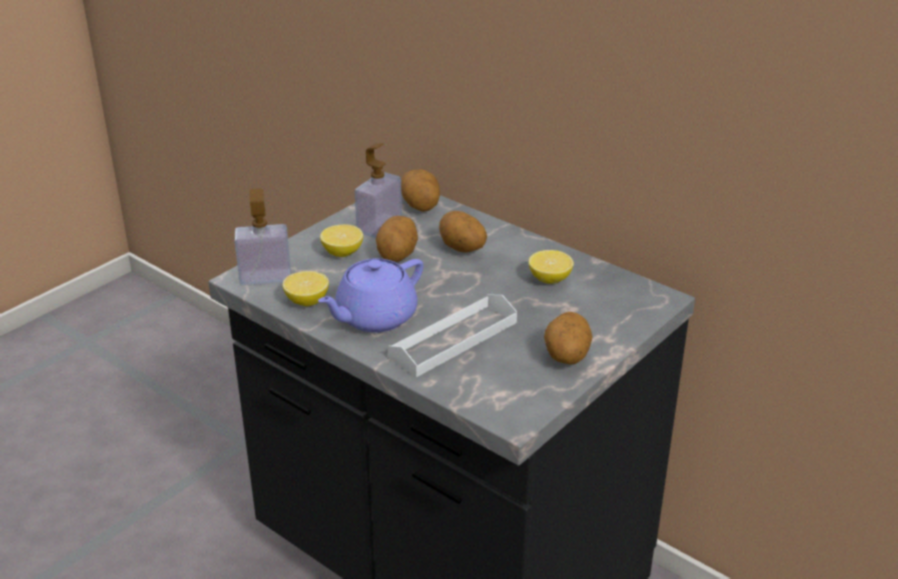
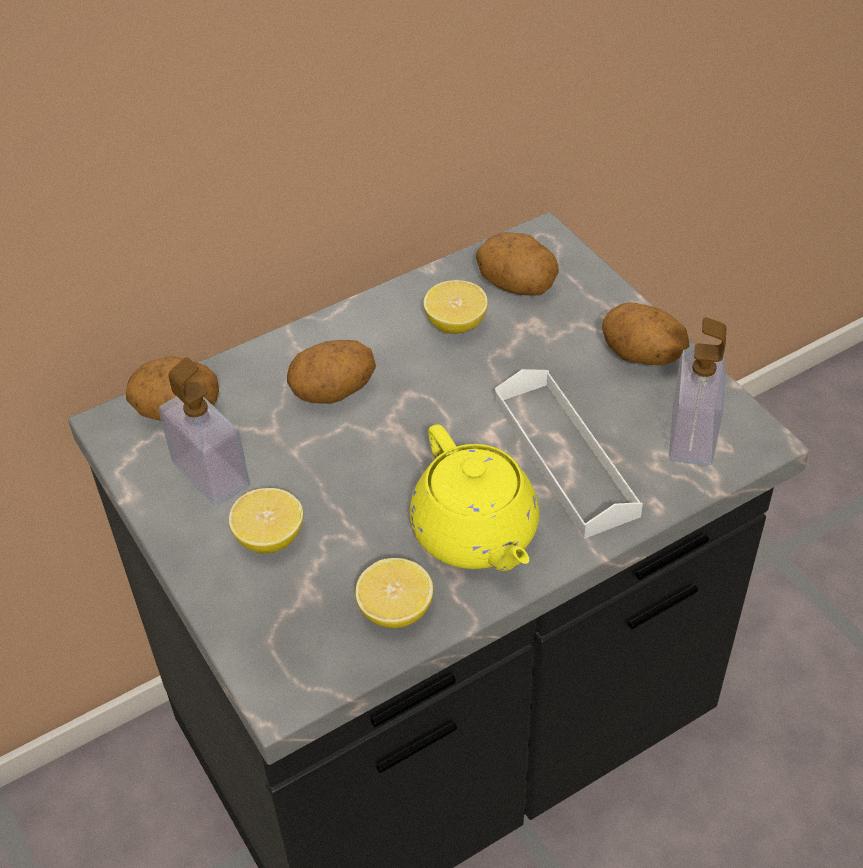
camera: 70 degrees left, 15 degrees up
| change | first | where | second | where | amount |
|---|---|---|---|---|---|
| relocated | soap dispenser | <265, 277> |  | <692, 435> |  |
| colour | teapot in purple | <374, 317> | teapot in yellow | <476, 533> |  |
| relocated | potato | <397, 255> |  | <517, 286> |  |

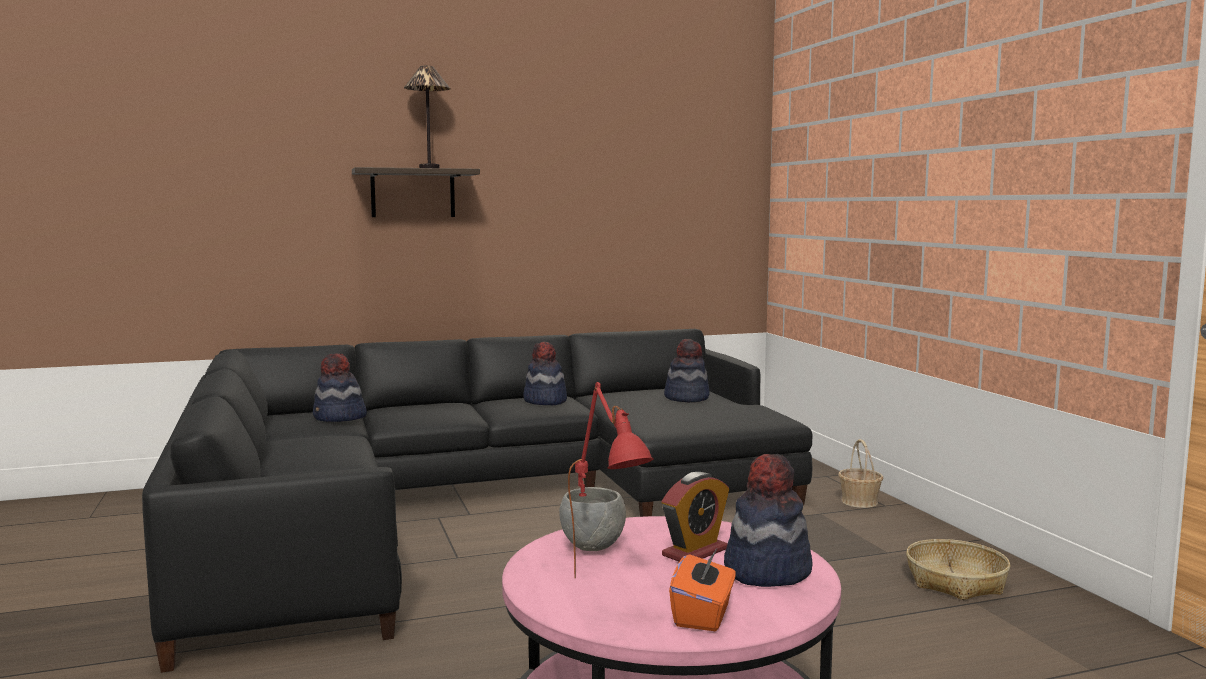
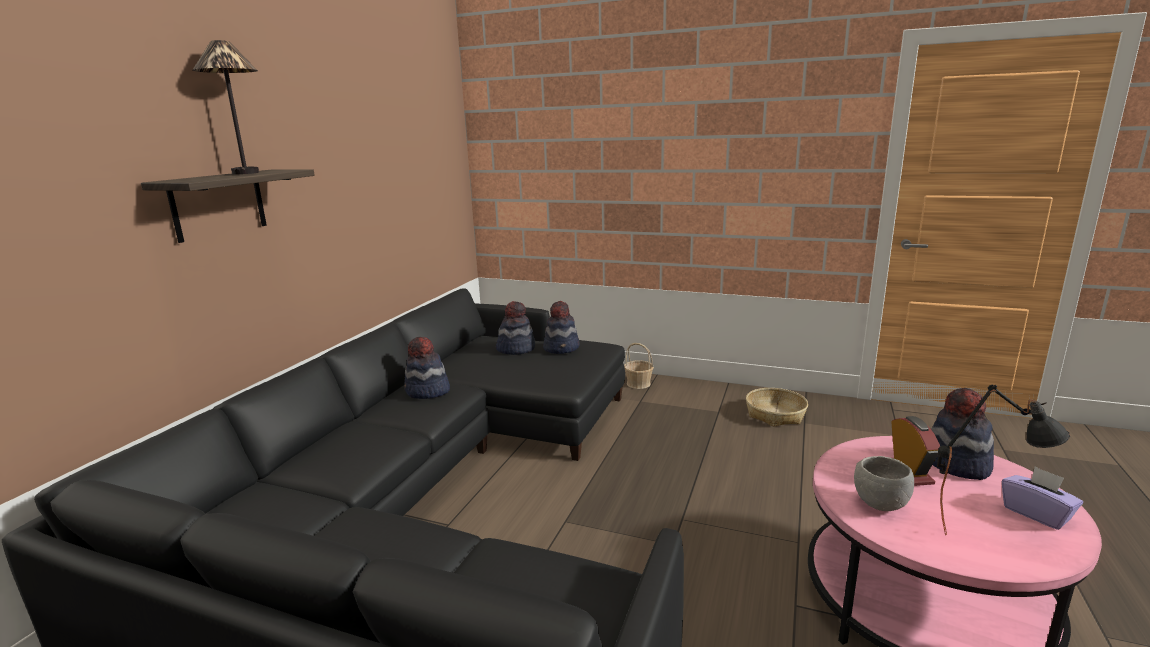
camera: 50 degrees left, 10 degrees up
| change | first | where | second | where | amount |
|---|---|---|---|---|---|
| relocated | hat | <339, 418> |  | <562, 348> |  |
| colour | table lamp in red | <608, 592> | table lamp in black | <981, 532> |  |
| colour | tissue box in orange | <703, 615> | tissue box in purple | <1036, 513> |  |

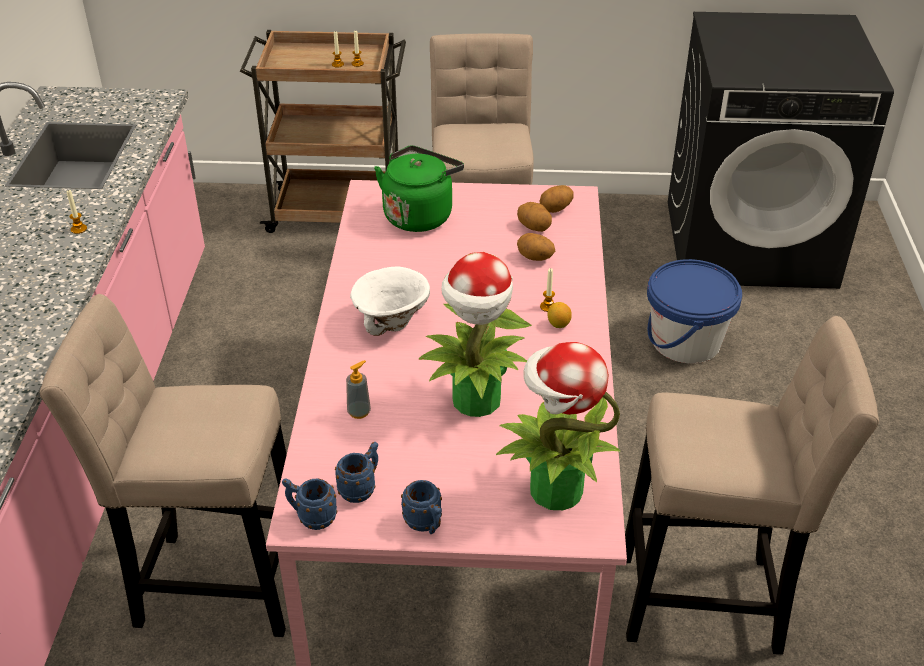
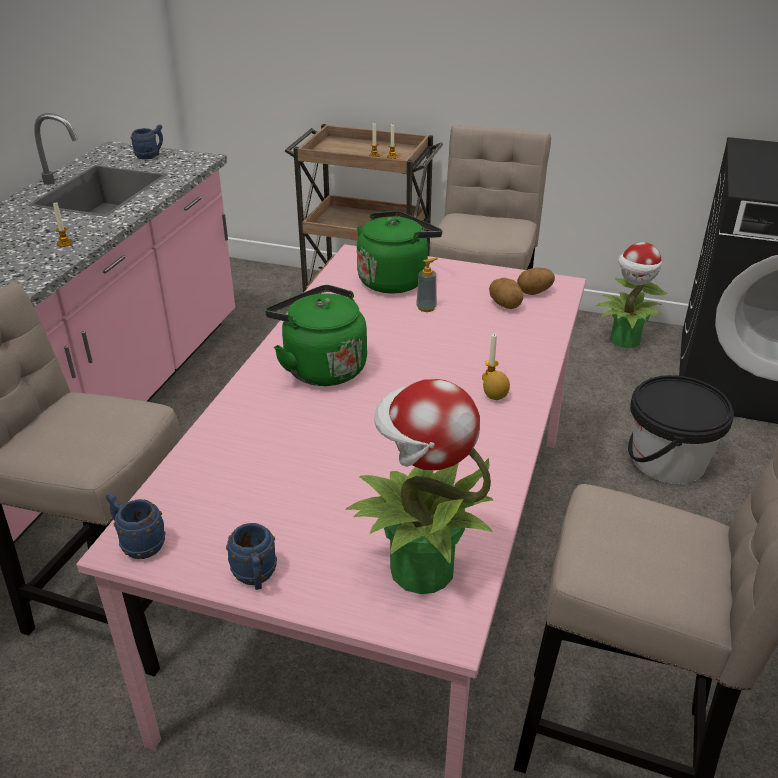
camera: 15 degrees right, 5 degrees down
| change | first | where | second | where | amount |
|---|---|---|---|---|---|
| relocated | mug in blue | <361, 488> |  | <150, 156> |  |
| relocated | soap dispenser | <359, 412> |  | <426, 308> |  |
| exchanged | bowl in white | <391, 322> | kettle in green | <321, 367> |  |
| relocated | potted plant | <476, 401> |  | <625, 340> |  |
| missing | potato | <535, 258> |  |  |  |
| colour | bucket in blue | <685, 341> | bucket in black | <668, 460> |  |

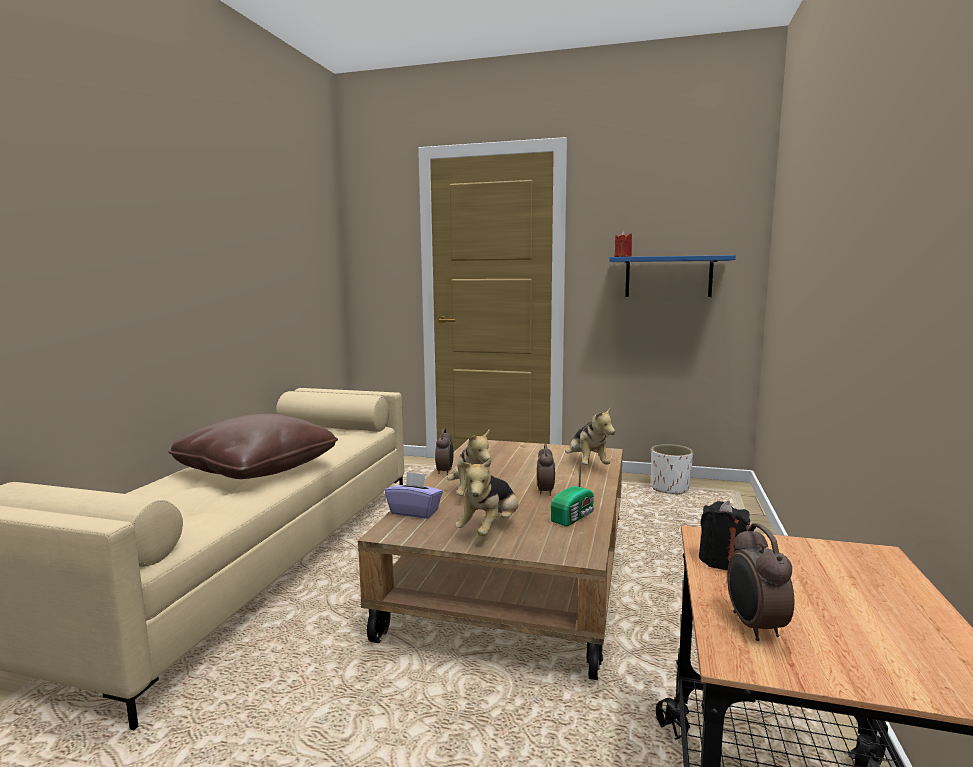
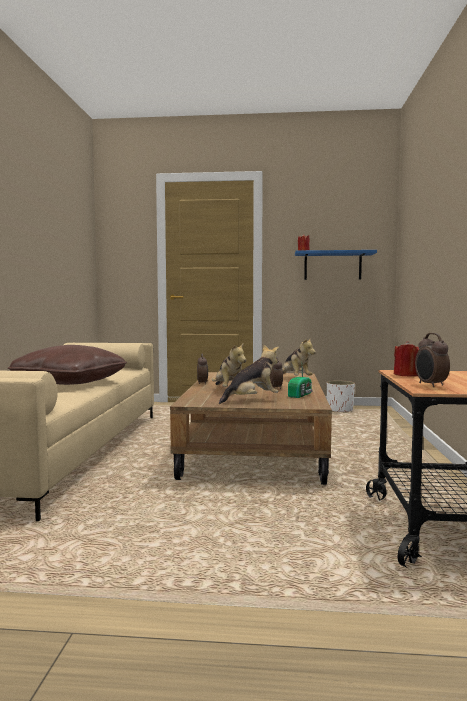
camera: 10 degrees left, 5 degrees down
| change | first | where | second | where | amount |
|---|---|---|---|---|---|
| missing | tissue box in purple | <415, 512> |  |  |  |
| spun | plush toy | <490, 529> |  | <252, 400> | 135 degrees counterclockwise |
| colour | candle in black | <721, 560> | candle in red | <405, 375> |  |

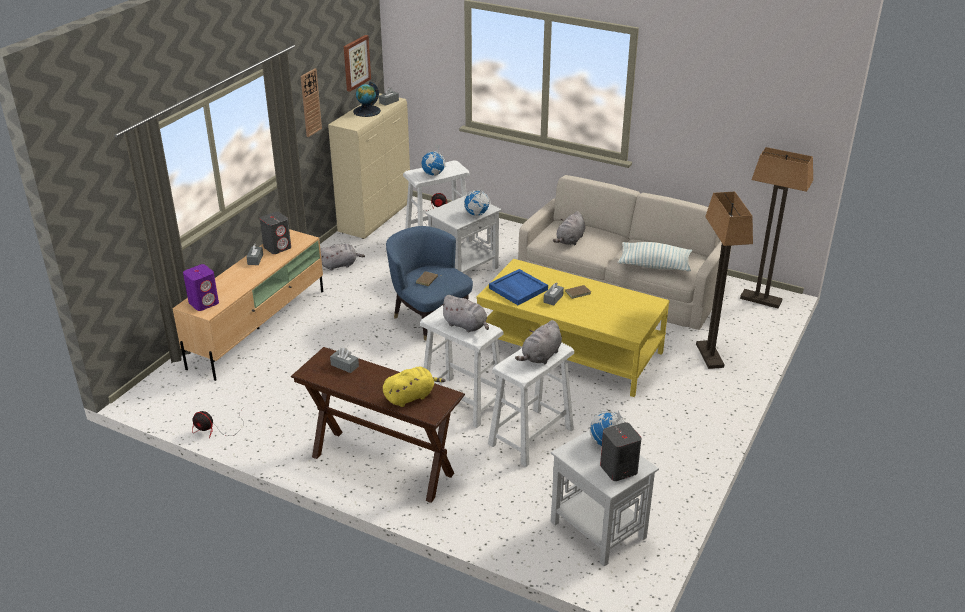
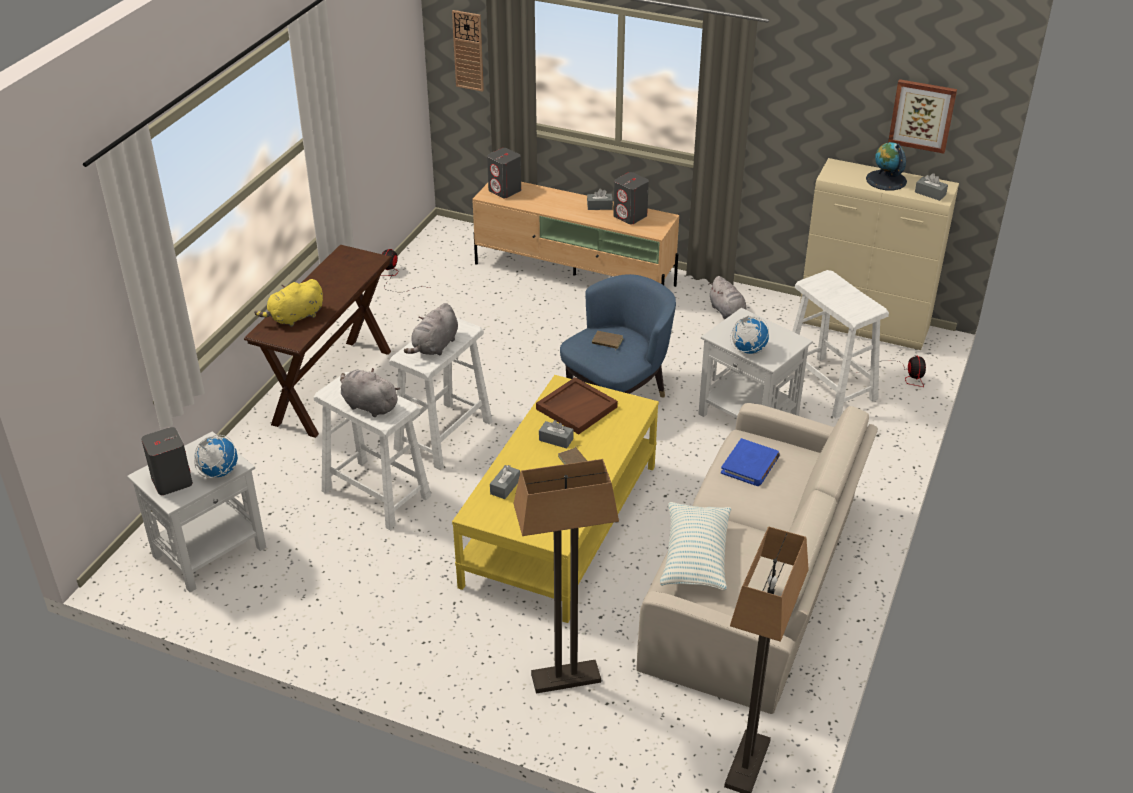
camera: 85 degrees right, 5 degrees up
| change | first | where | second | where | amount |
|---|---|---|---|---|---|
| colour | speaker in purple | <204, 303> | speaker in grey | <505, 190> |  |
| relocated | wall clock | <310, 102> |  | <468, 50> |  |
| relocated | tissue box in grey | <344, 365> |  | <505, 487> |  |
| spun | plush toy in yellow | <411, 397> |  | <295, 318> | 90 degrees clockwise |
| missing | globe | <434, 174> |  |  |  |
| colour | tray in blue | <517, 289> | tray in brown | <576, 407> |  |
| exchanged | plush toy in grey | <570, 240> | book in blue | <750, 465> |  |

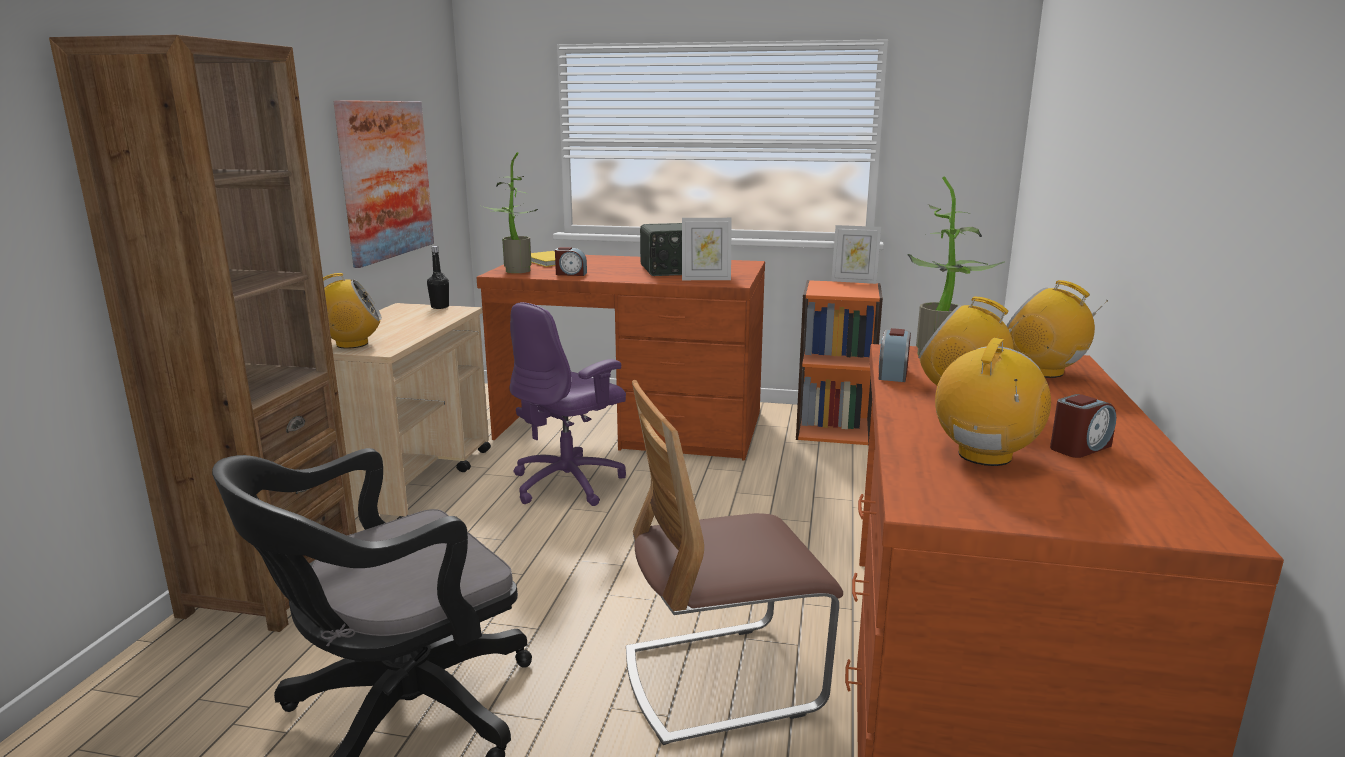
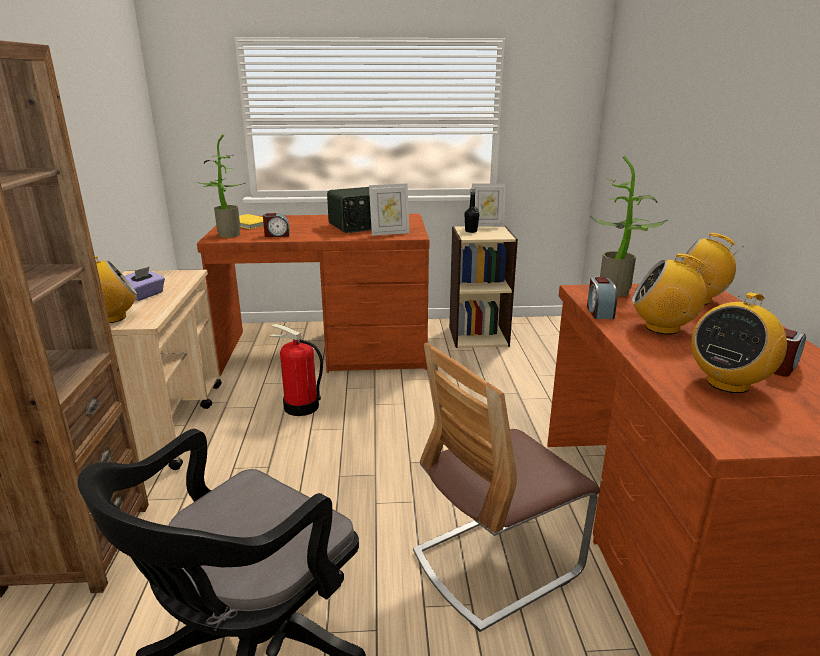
camera: 15 degrees left, 5 degrees up
| change | first | where | second | where | amount |
|---|---|---|---|---|---|
| missing | picture | <386, 180> |  |  |  |
| relocated | bottle in black | <440, 307> |  | <471, 231> |  |
| exchanged | office chair in purple | <569, 483> | fire extinguisher | <300, 407> |  |
| colour | bookcase in orange | <833, 429> | bookcase in beige | <478, 336> |  |
| spun | radio | <984, 456> |  | <727, 383> | 150 degrees counterclockwise |
| appeared |  |  | tissue box in purple | <145, 295> |  |

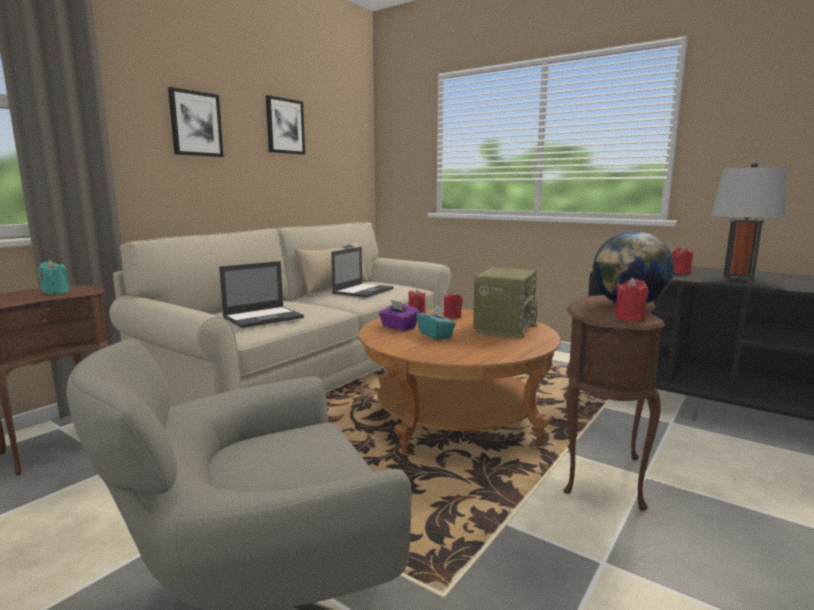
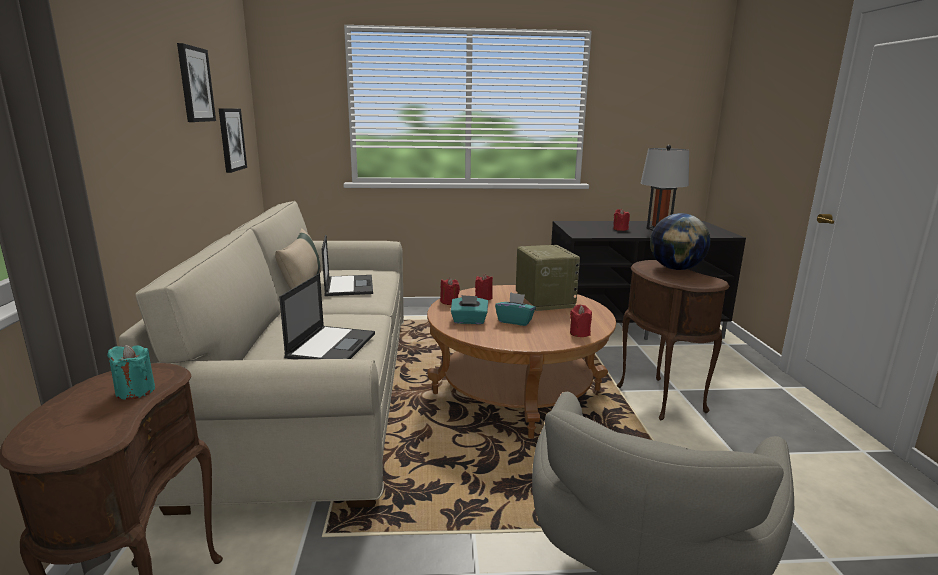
camera: 40 degrees left, 5 degrees up
| change | first | where | second | where | amount |
|---|---|---|---|---|---|
| relocated | picture | <195, 124> |  | <231, 139> |  |
| colour | tissue box in purple | <398, 327> | tissue box in turquoise | <469, 321> |  |
| relocated | candle in red | <629, 318> |  | <579, 333> |  |

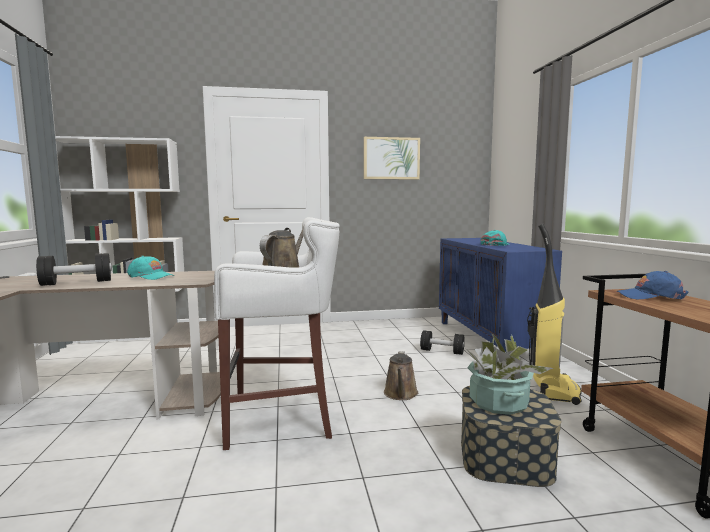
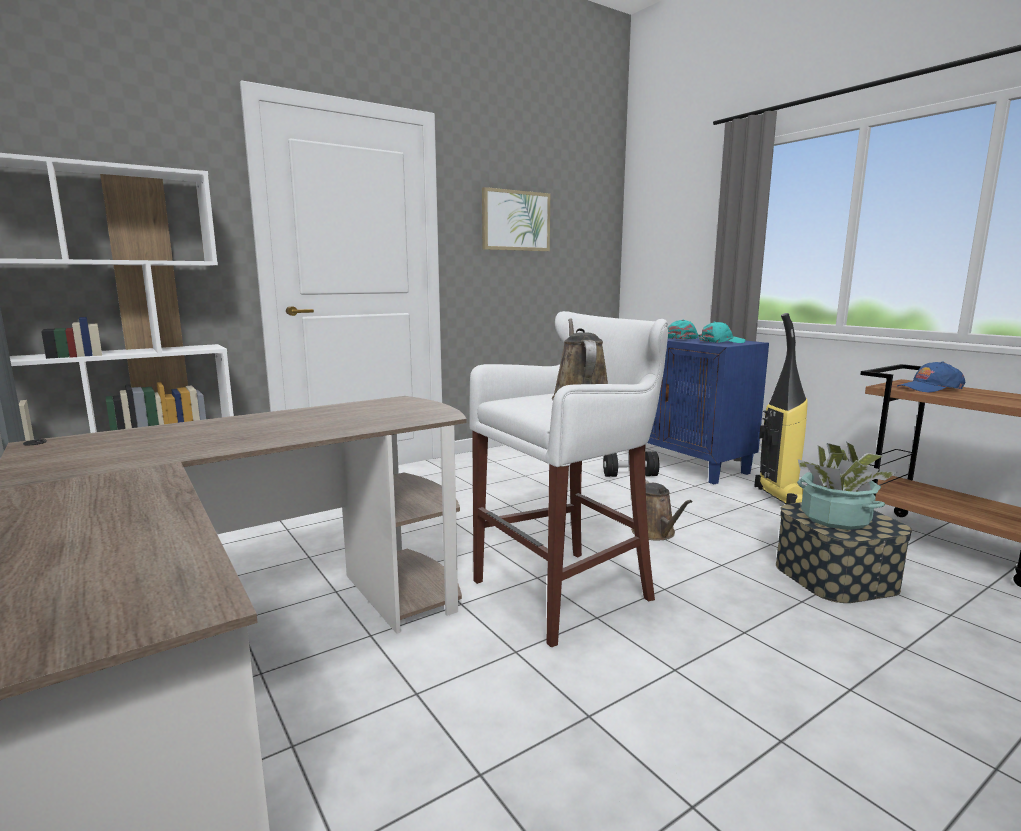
camera: 25 degrees left, 5 degrees up
| change | first | where | second | where | amount |
|---|---|---|---|---|---|
| missing | dumbbell in black | <77, 283> |  |  |  |
| relocated | cap in turquoise | <151, 276> |  | <721, 342> |  |

